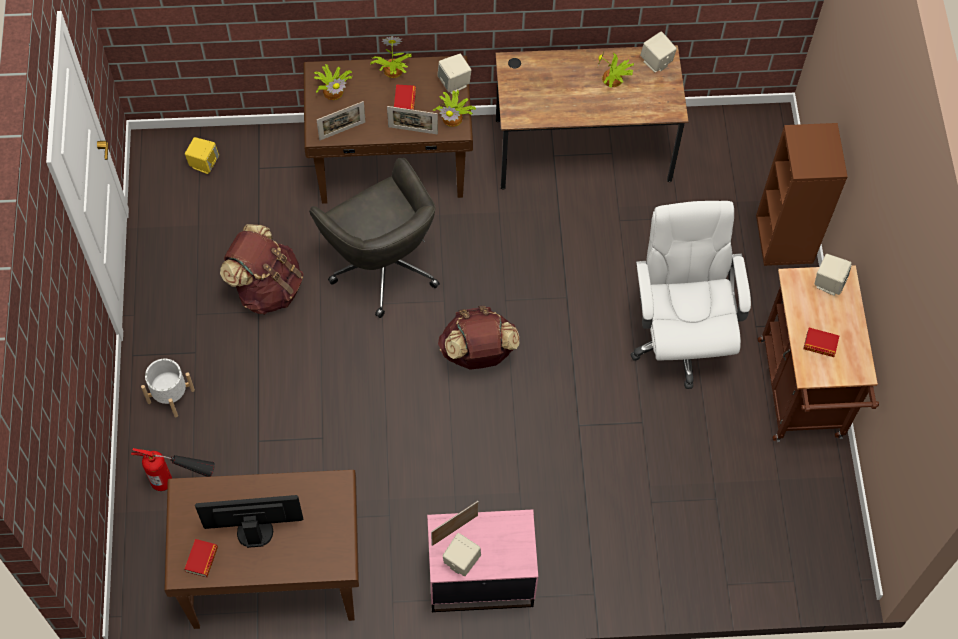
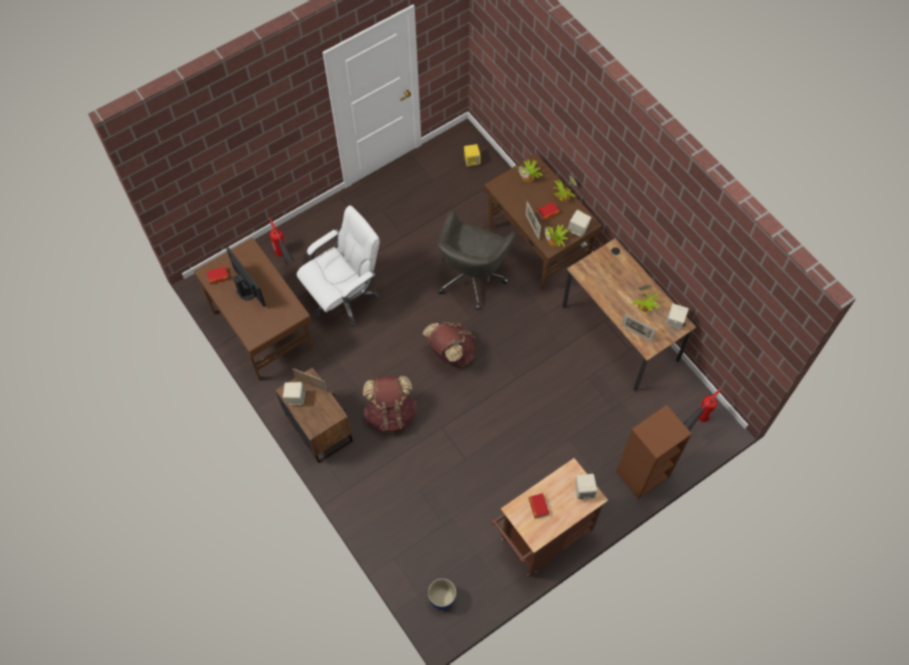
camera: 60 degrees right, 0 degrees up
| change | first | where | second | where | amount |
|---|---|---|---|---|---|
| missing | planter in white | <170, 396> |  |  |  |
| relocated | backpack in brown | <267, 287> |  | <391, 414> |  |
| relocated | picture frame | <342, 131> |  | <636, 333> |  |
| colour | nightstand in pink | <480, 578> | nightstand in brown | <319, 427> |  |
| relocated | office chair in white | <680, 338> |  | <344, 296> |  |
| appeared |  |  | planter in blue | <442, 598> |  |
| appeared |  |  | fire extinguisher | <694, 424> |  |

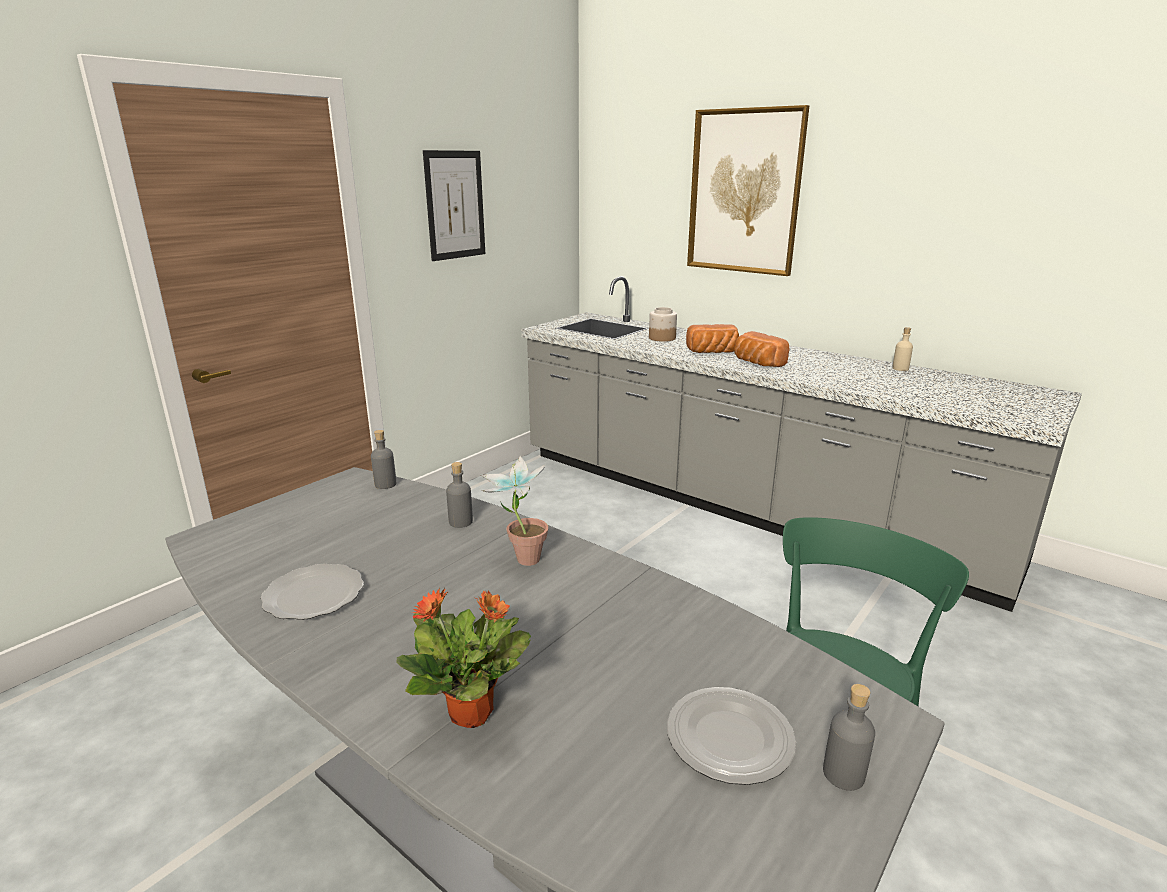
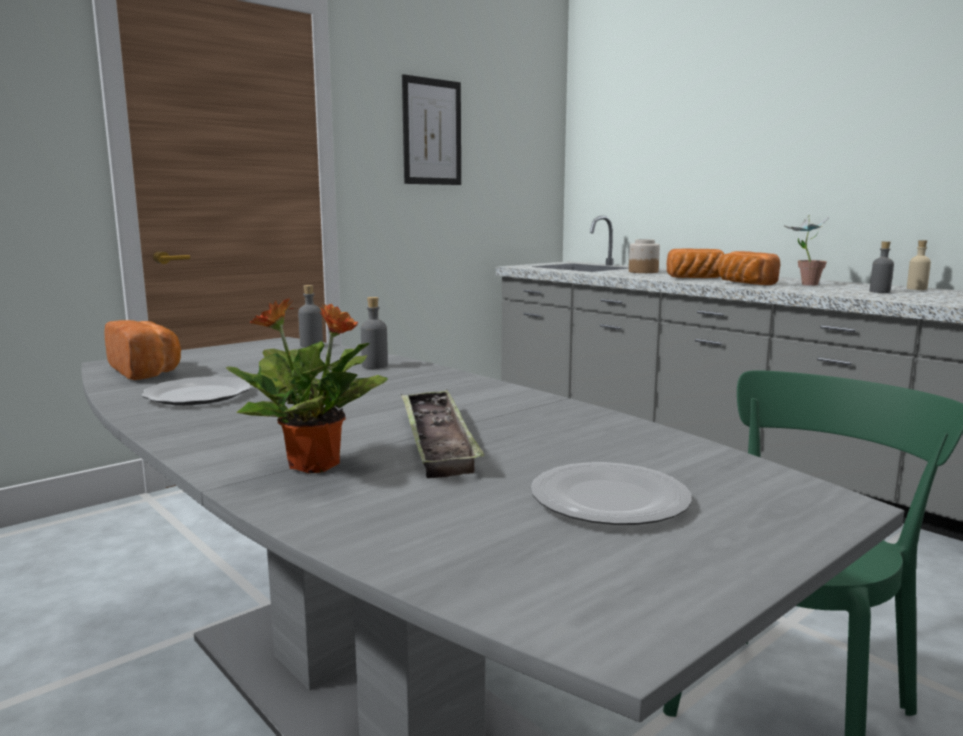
camera: 10 degrees right, 10 degrees down
| change | first | where | second | where | amount |
|---|---|---|---|---|---|
| relocated | potted plant | <519, 559> |  | <803, 284> |  |
| missing | picture | <744, 192> |  |  |  |
| relocated | bottle in grey | <843, 774> |  | <879, 291> |  |
| appeared |  |  | bread | <148, 371> |  |
| appeared |  |  | tray | <437, 439> |  |

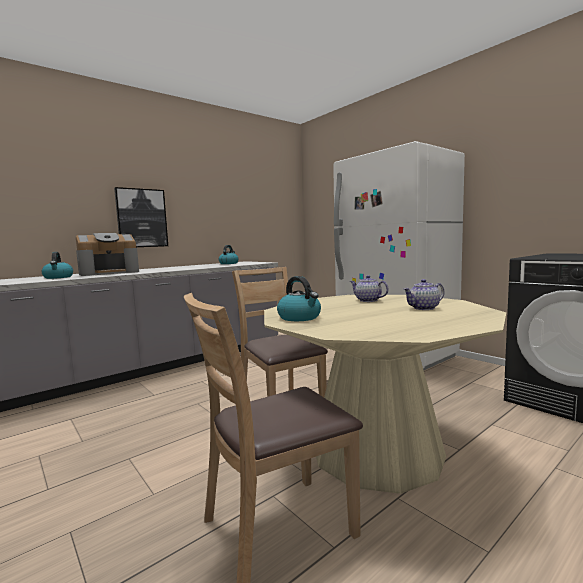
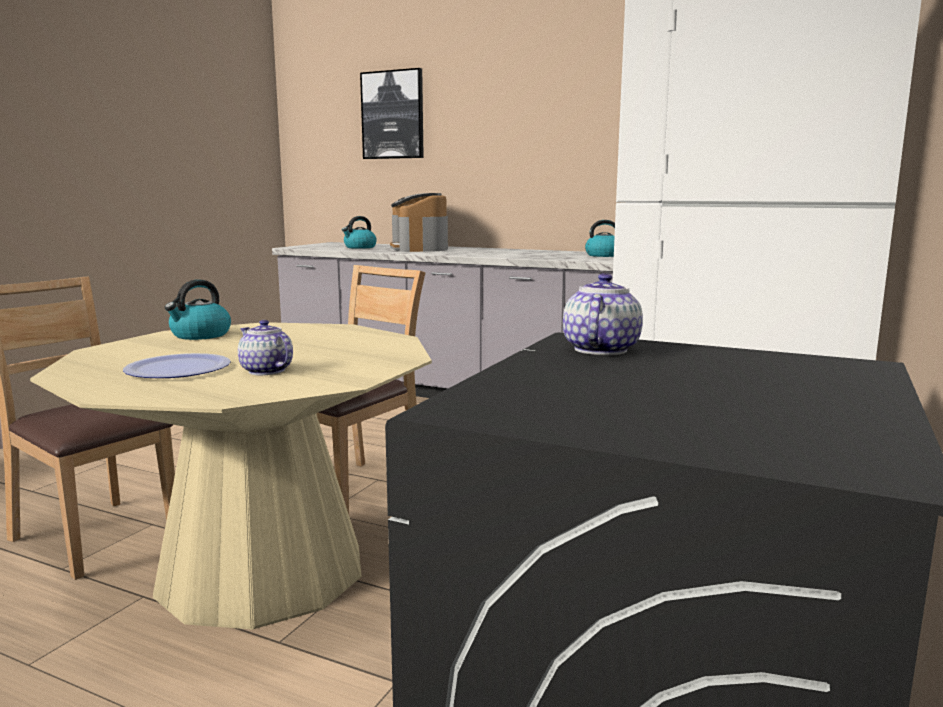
camera: 65 degrees right, 5 degrees up
| change | first | where | second | where | amount |
|---|---|---|---|---|---|
| spun | coffee machine | <109, 273> |  | <419, 248> | 45 degrees clockwise |
| relocated | picture | <141, 218> |  | <393, 115> |  |
| relocated | teapot | <368, 300> |  | <599, 349> |  |
| appeared |  |  | plate | <178, 369> |  |

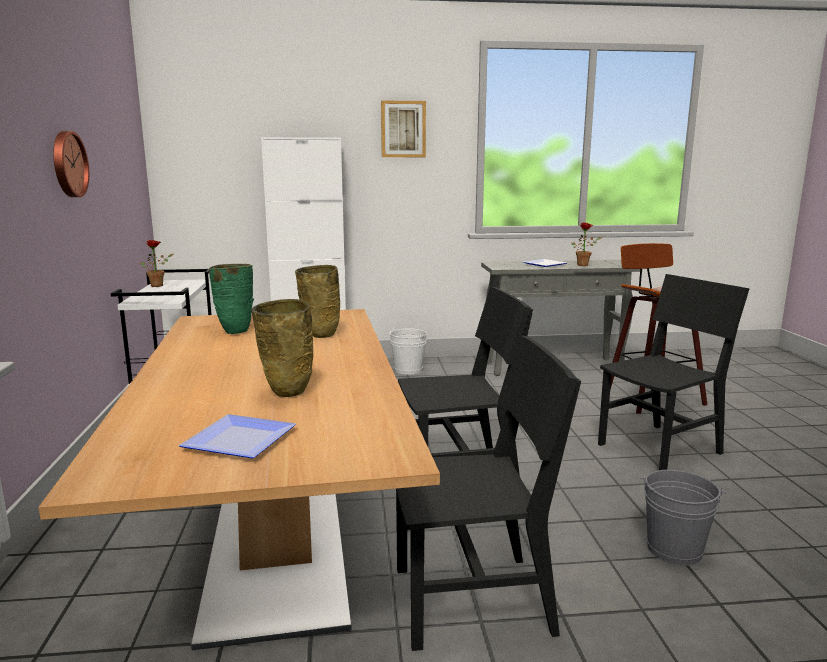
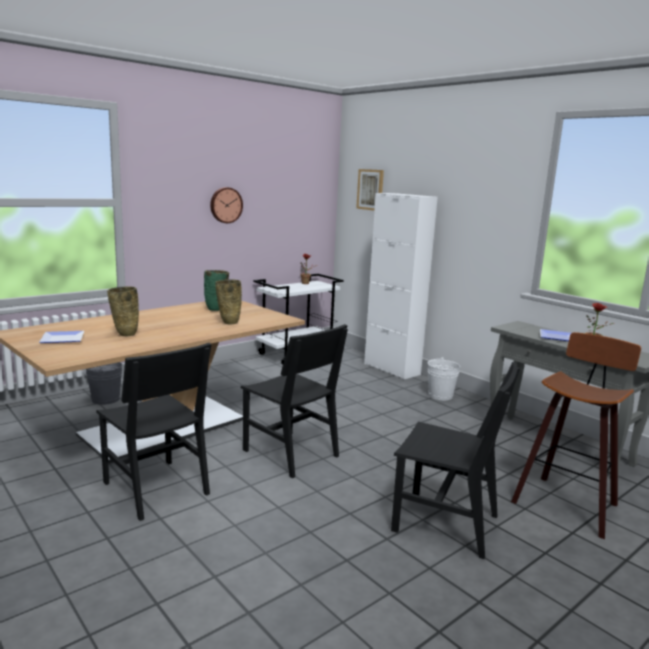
camera: 55 degrees right, 0 degrees up
| change | first | where | second | where | amount |
|---|---|---|---|---|---|
| relocated | picture | <403, 129> |  | <370, 189> |  |
| relocated | bucket in grey | <674, 549> |  | <105, 399> |  |

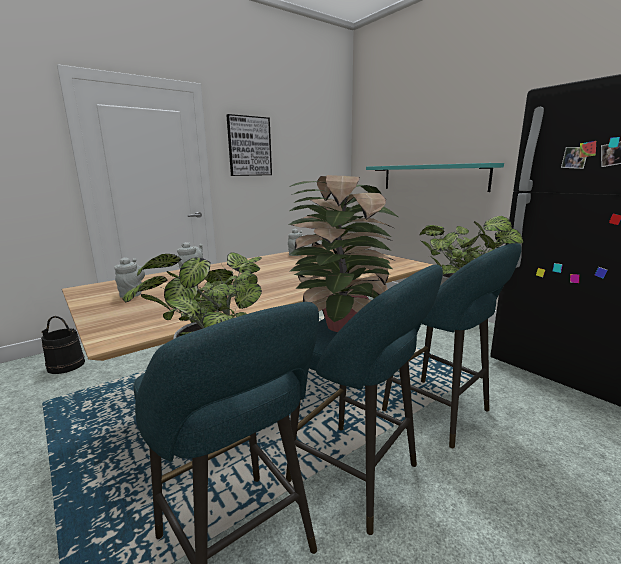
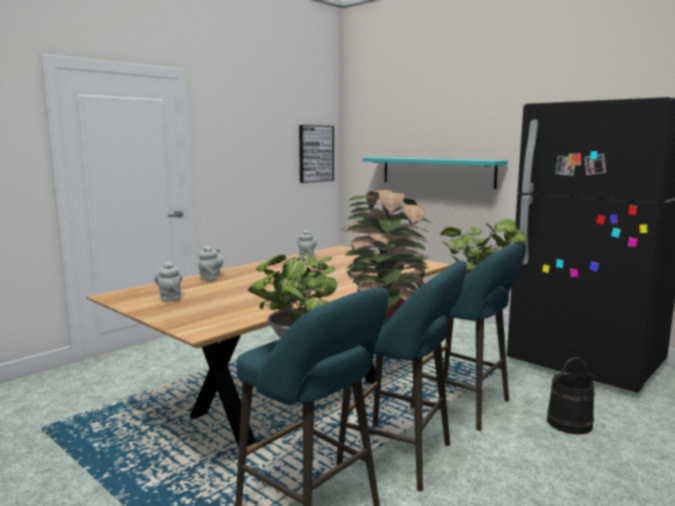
camera: 10 degrees left, 5 degrees down
| change | first | where | second | where | amount |
|---|---|---|---|---|---|
| relocated | bucket in black | <66, 365> |  | <569, 423> |  |
| relocated | picture | <249, 146> |  | <315, 153> |  |

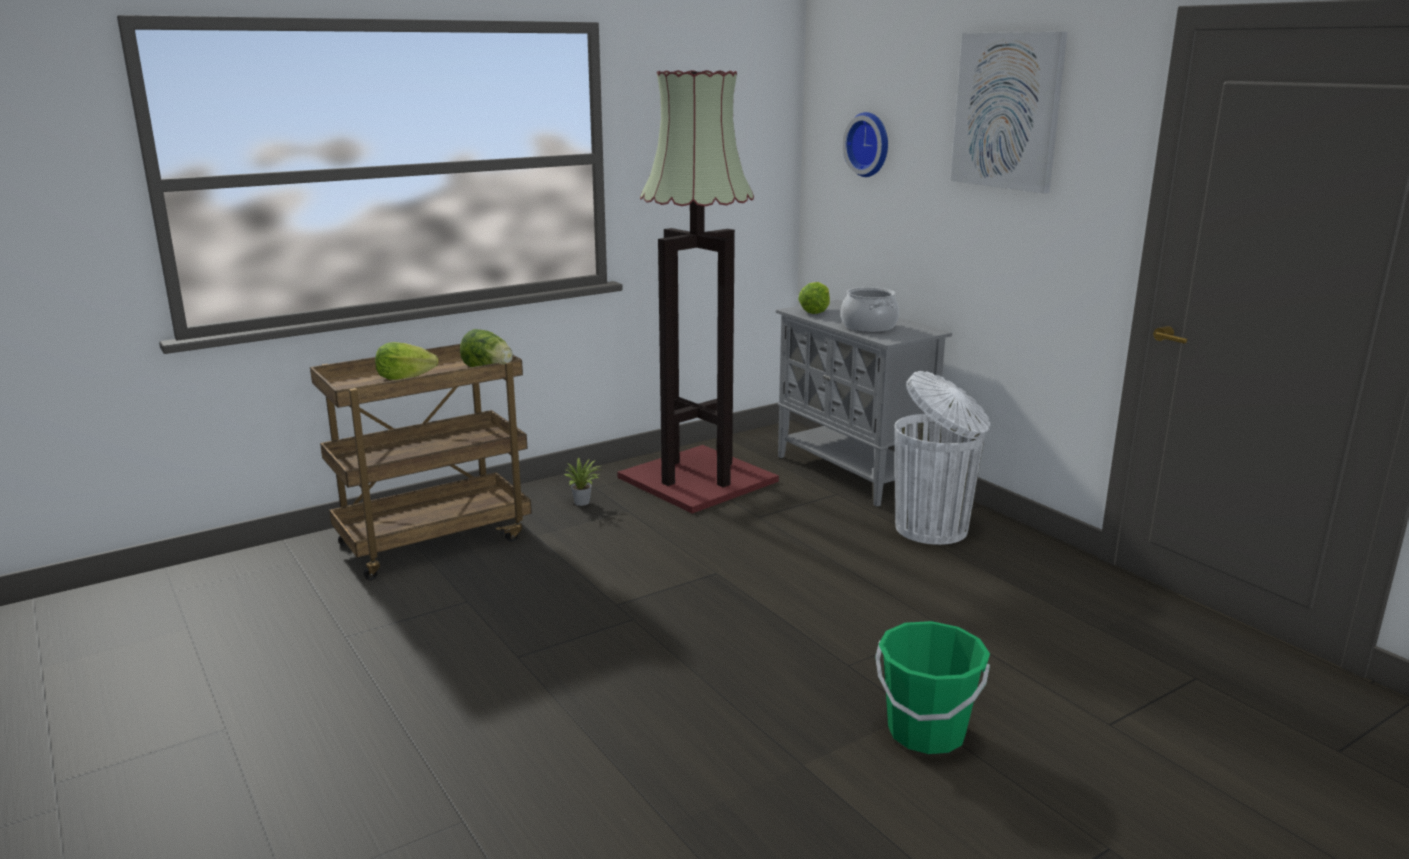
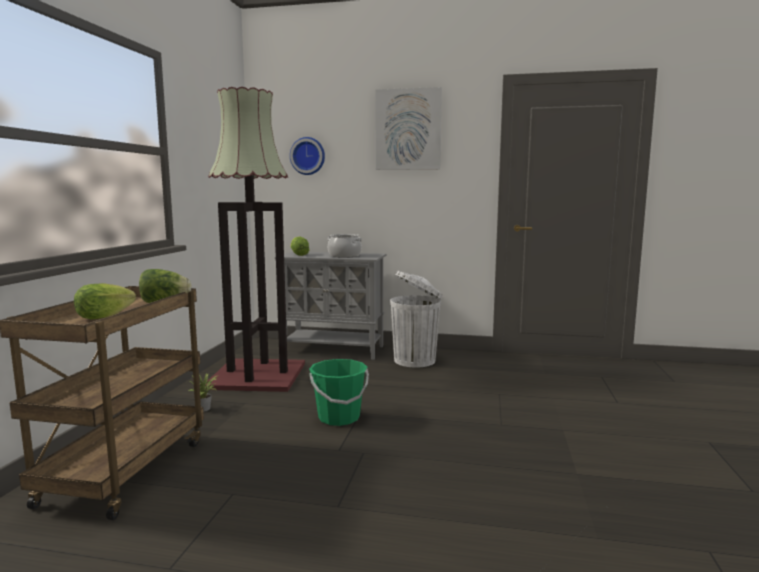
camera: 45 degrees left, 10 degrees down
| change | first | where | second | where | amount |
|---|---|---|---|---|---|
| relocated | bucket in green | <926, 732> |  | <339, 417> |  |

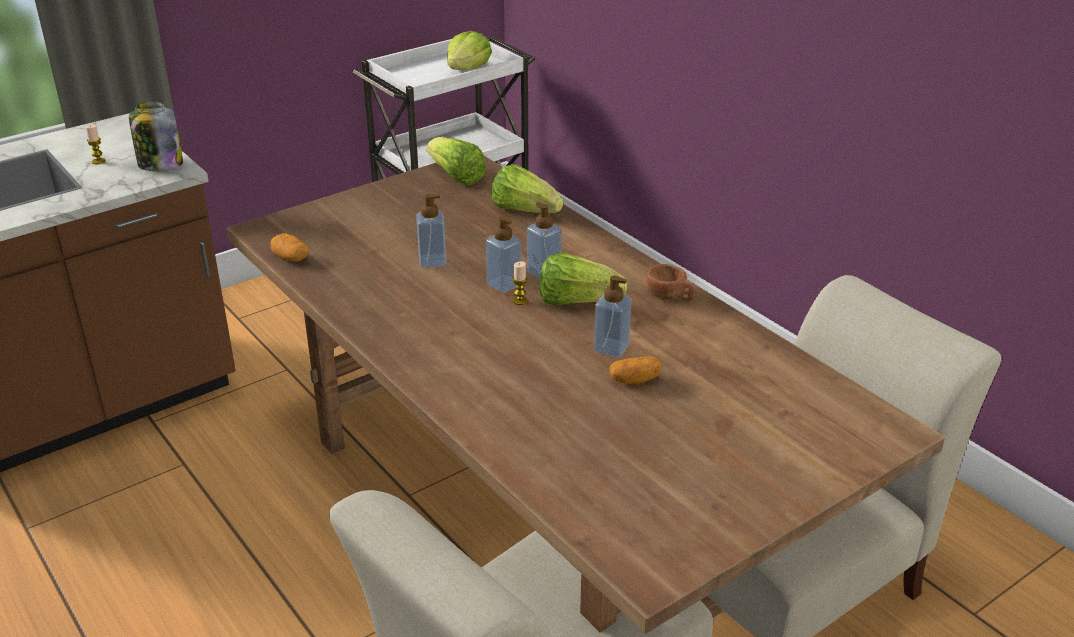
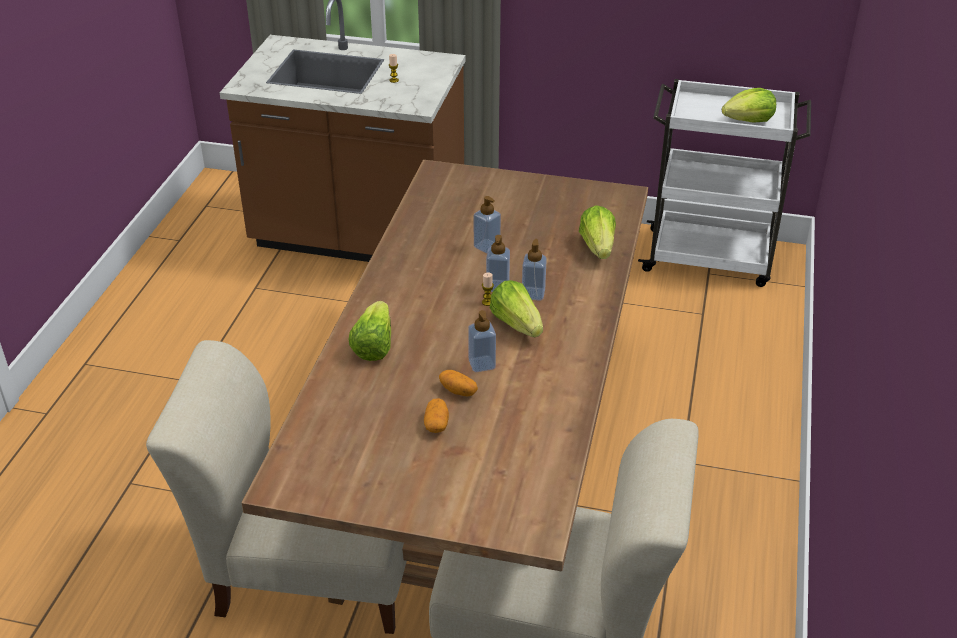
camera: 50 degrees right, 5 degrees up
| change | first | where | second | where | amount |
|---|---|---|---|---|---|
| missing | jar | <160, 164> |  |  |  |
| relocated | potato | <290, 258> |  | <436, 424> |  |
| relocated | lettuce | <456, 177> |  | <374, 345> |  |
| missing | cup in brown | <670, 297> |  |  |  |

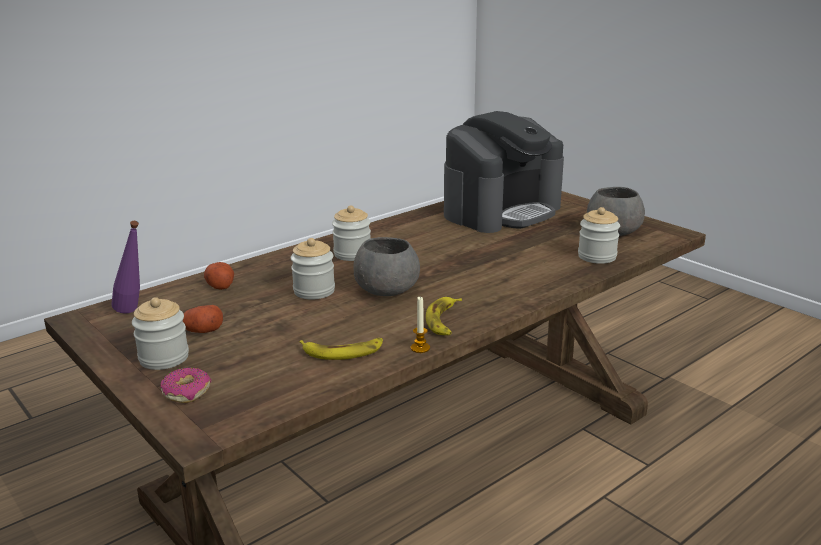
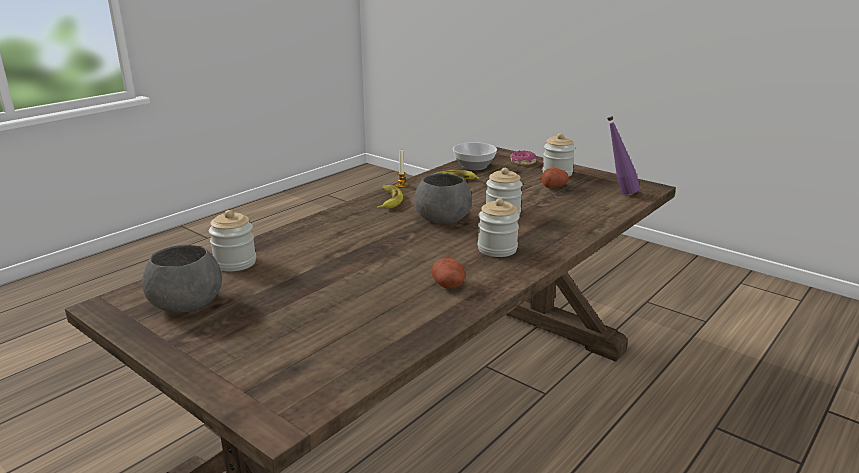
camera: 170 degrees right, 0 degrees up
| change | first | where | second | where | amount |
|---|---|---|---|---|---|
| relocated | potato | <220, 285> |  | <449, 285> |  |
| missing | coffee machine | <502, 211> |  |  |  |
| appeared |  |  | bowl | <473, 166> |  |

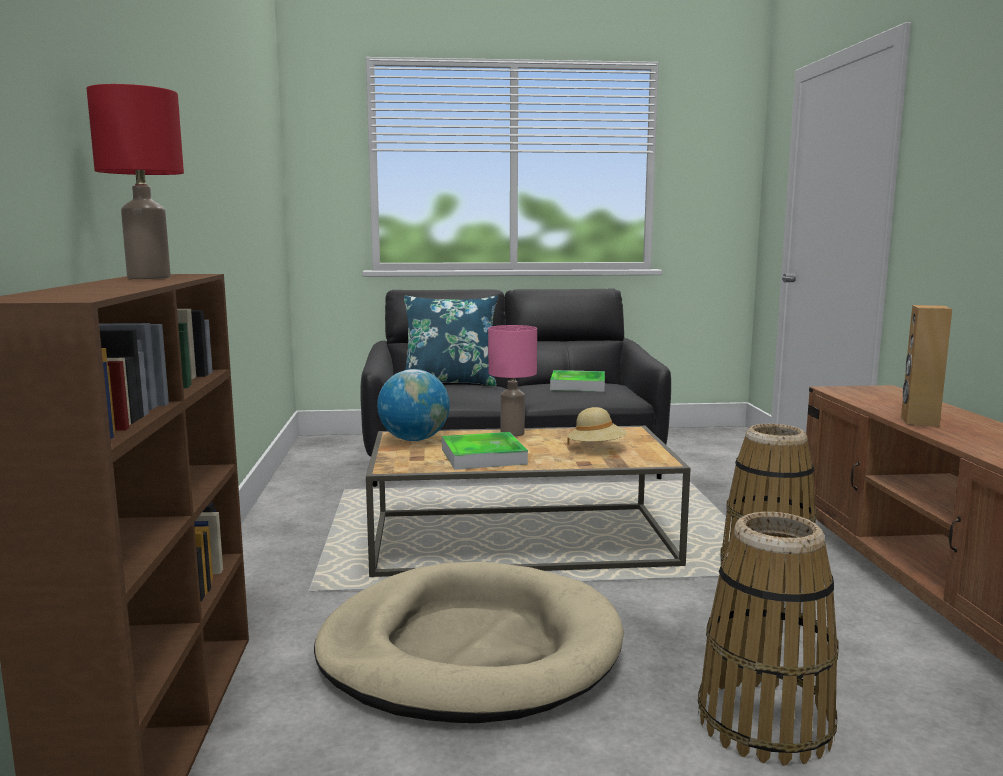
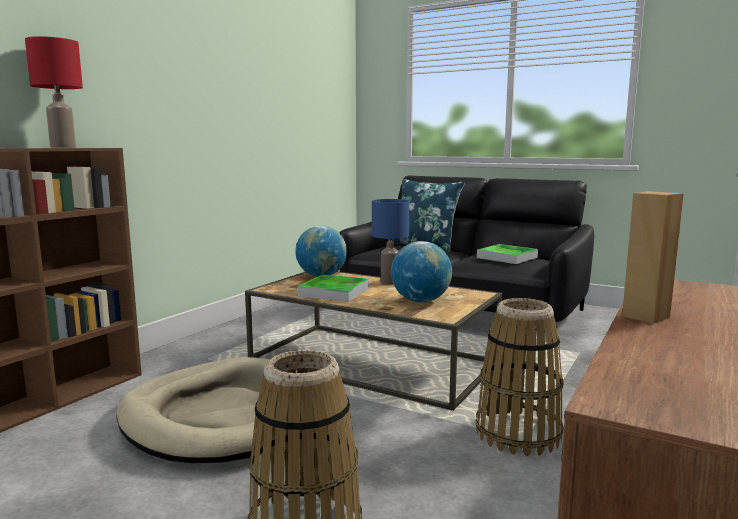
camera: 35 degrees right, 0 degrees up
| change | first | where | second | where | amount |
|---|---|---|---|---|---|
| colour | table lamp in pink | <513, 433> | table lamp in blue | <390, 282> |  |
| exchanged | hat in beige | <596, 448> | globe | <420, 301> |  |

